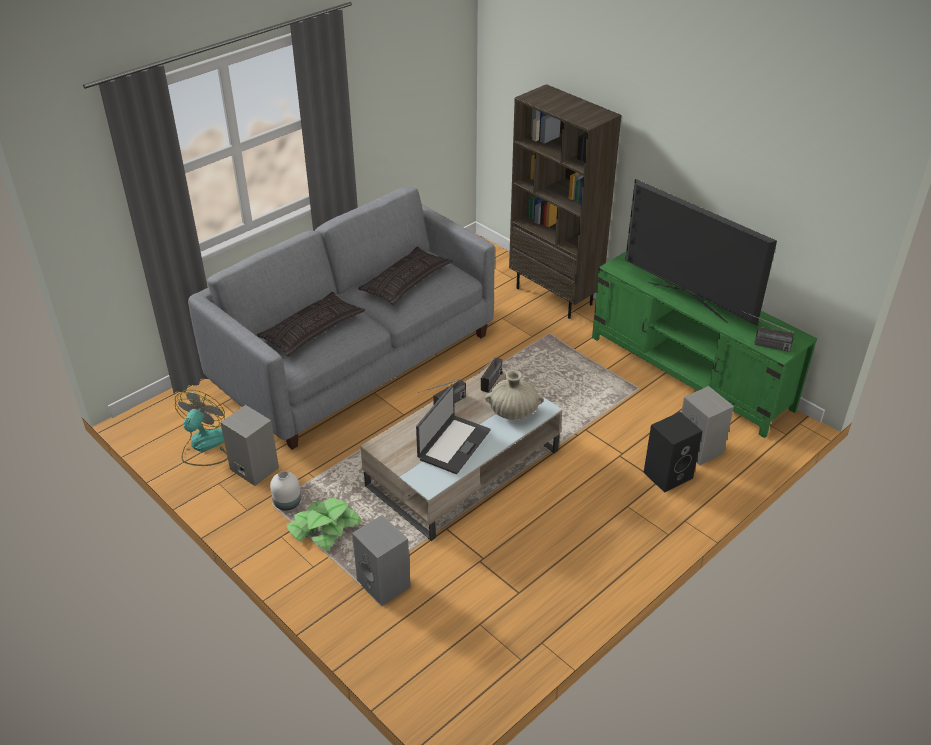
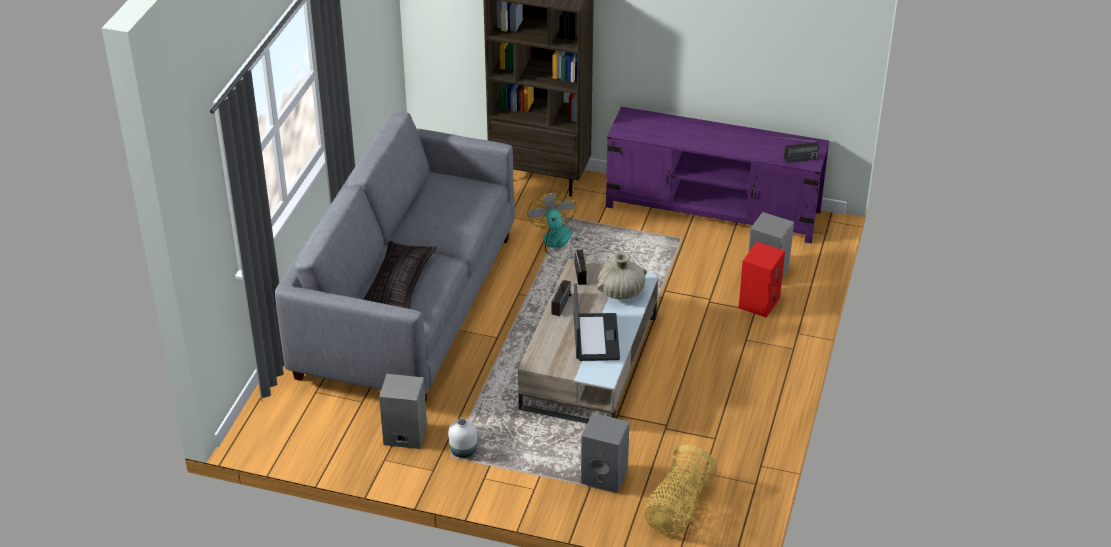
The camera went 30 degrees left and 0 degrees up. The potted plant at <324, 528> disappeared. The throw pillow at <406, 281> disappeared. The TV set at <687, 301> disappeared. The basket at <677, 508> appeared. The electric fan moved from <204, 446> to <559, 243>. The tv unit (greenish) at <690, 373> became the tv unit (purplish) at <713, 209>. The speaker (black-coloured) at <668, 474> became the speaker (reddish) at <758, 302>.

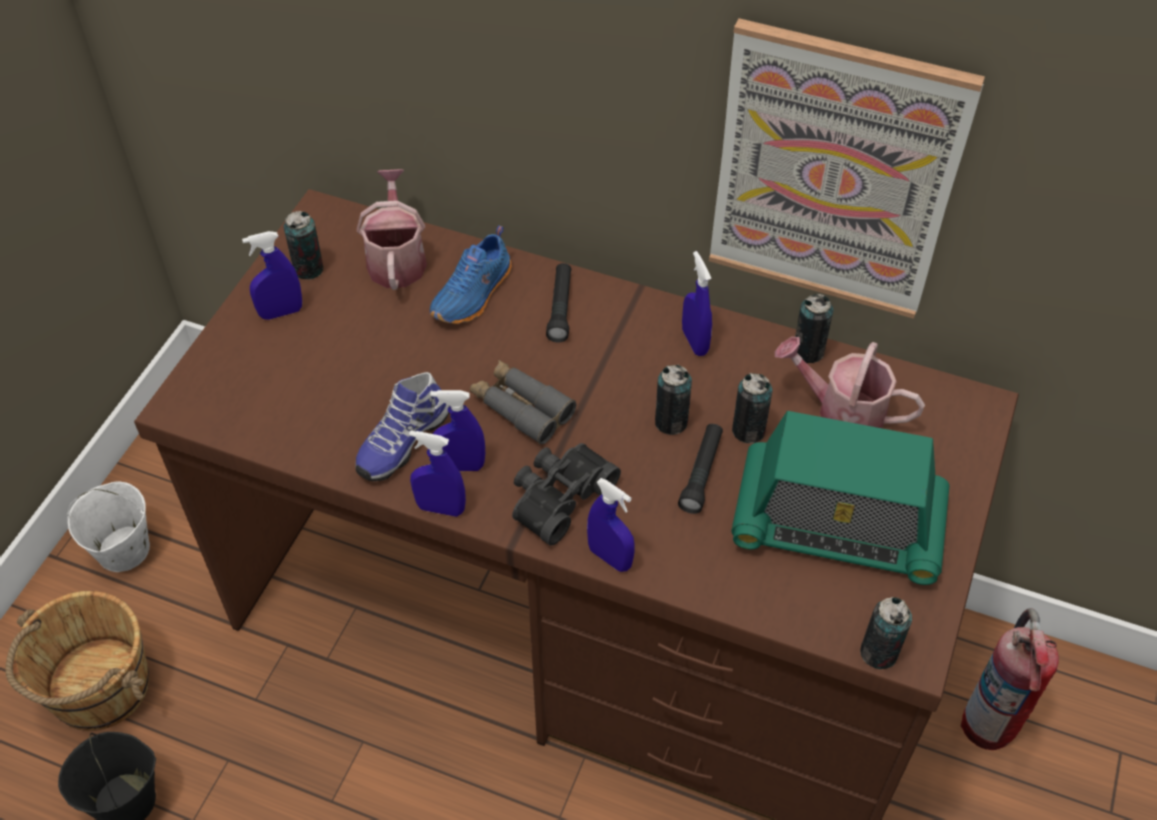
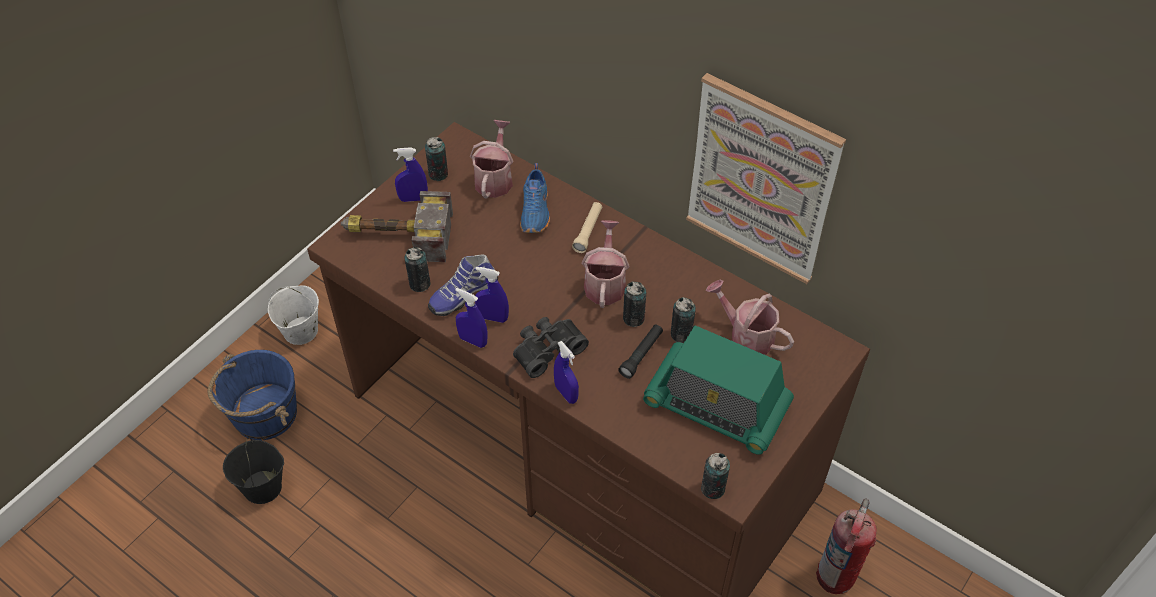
The camera went 15 degrees right and 0 degrees up. The pair of binoculars (greyish) at <521, 407> disappeared. The spray bottle (blue) at <694, 342> disappeared. The hand hammer at <396, 235> appeared. The watering can at <605, 282> appeared. The metal can moved from <808, 351> to <420, 284>. The pail (brown) at <98, 688> became the pail (blue) at <263, 414>. The flashlight (black-coloured) at <560, 308> became the flashlight (sand-coloured) at <588, 231>. The item of footwear (blue) at <474, 295> turned 45 degrees counterclockwise.

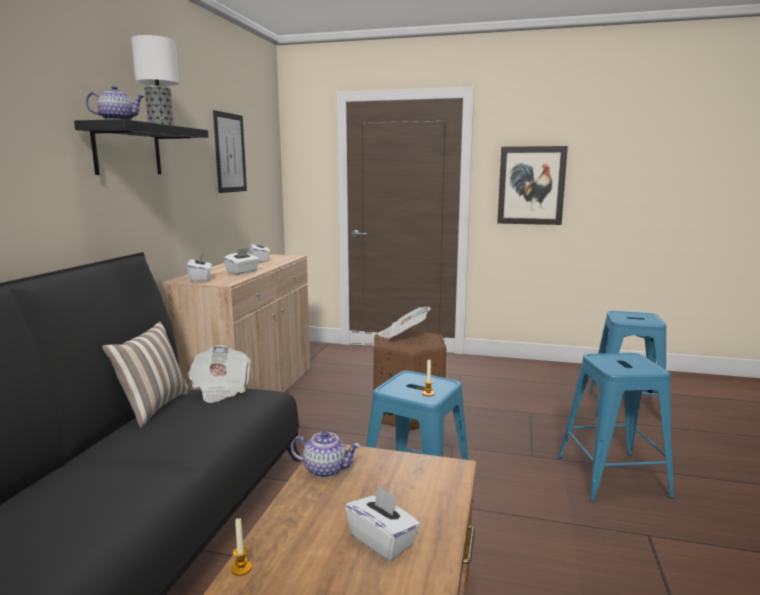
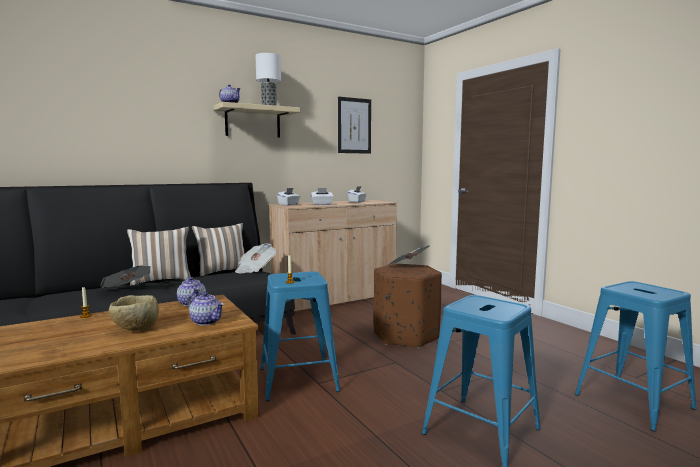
The camera went 45 degrees right and 5 degrees down. The wall art at <531, 185> disappeared. The daily paper at <126, 290> appeared. The throw pillow at <161, 280> appeared. The teapot at <206, 321> appeared. The tissue box (white) at <382, 541> was replaced by the serving bowl (sand-coloured) at <136, 329>. The bracket shelf (black-coloured) at <127, 150> became the bracket shelf (sand-coloured) at <253, 122>.

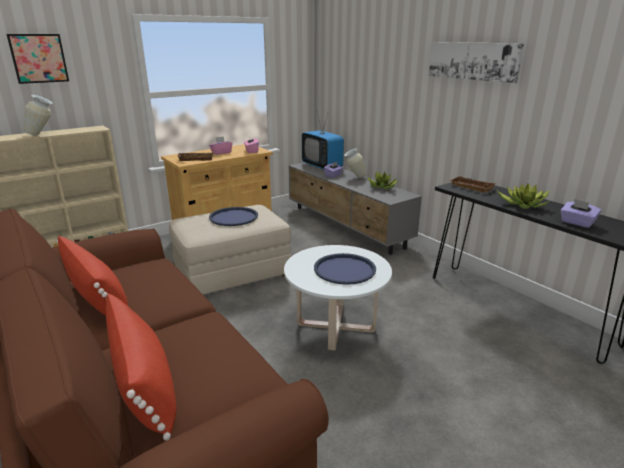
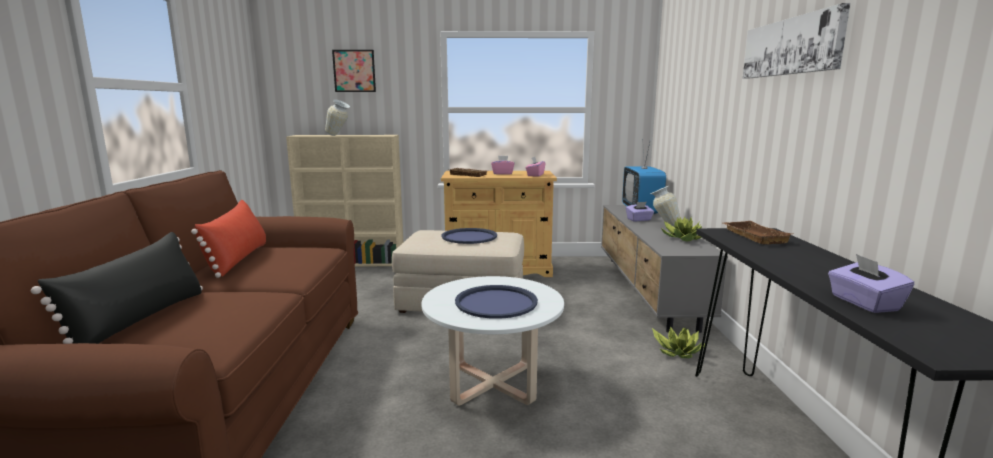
The camera went 35 degrees right and 10 degrees down. The potted plant moved from <522, 204> to <678, 351>. The throw pillow (reddish) at <144, 385> became the throw pillow (black-coloured) at <140, 319>.

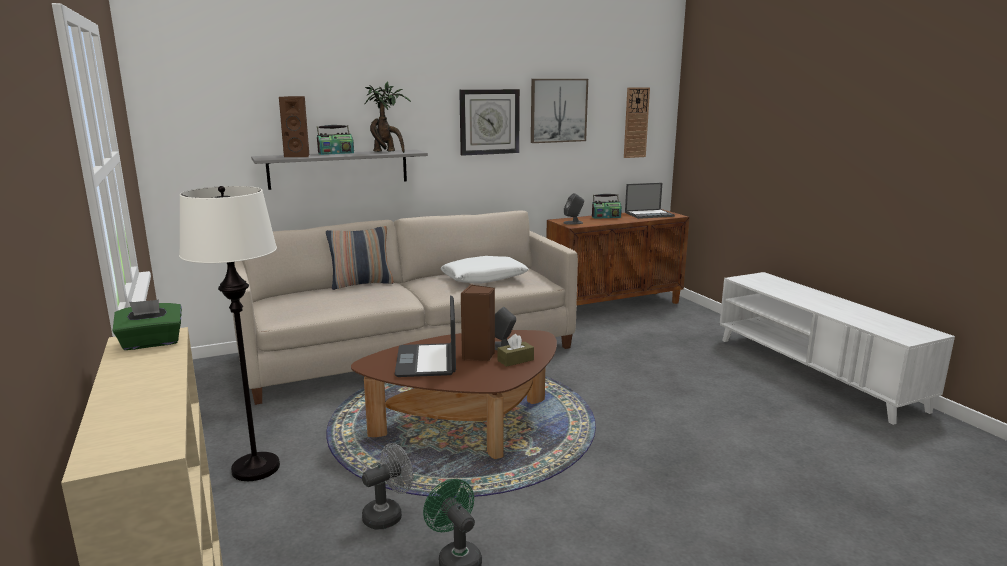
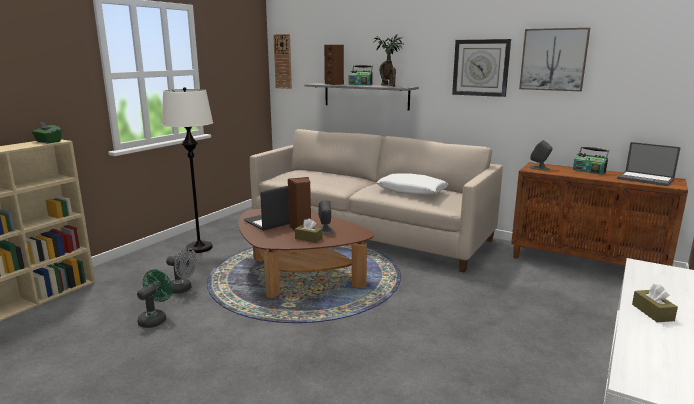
The camera went 55 degrees right and 0 degrees up. The throw pillow at <361, 284> disappeared. The tissue box (brown) at <652, 312> appeared. The clock on the wall moved from <636, 122> to <283, 61>.

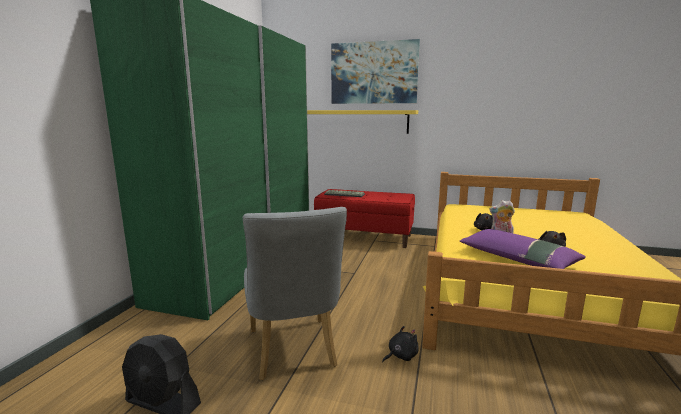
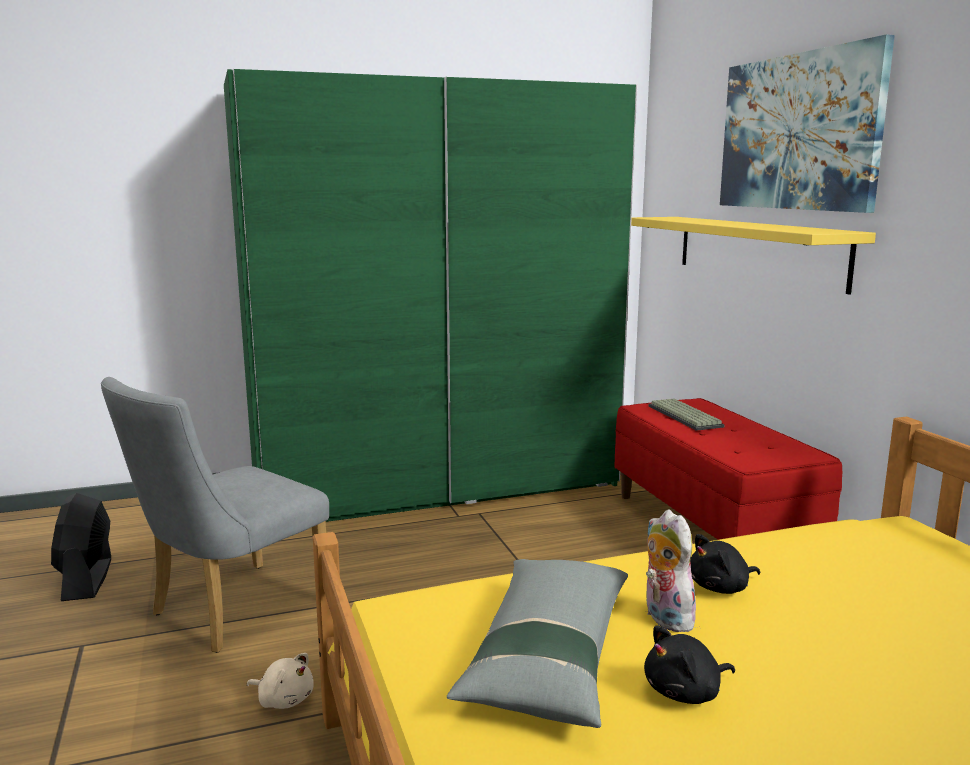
The camera went 55 degrees right and 0 degrees up. The plush toy (black-coloured) at <401, 356> became the plush toy (sand-coloured) at <284, 699>. The throw pillow (purplish) at <517, 259> became the throw pillow (greyish) at <548, 655>.

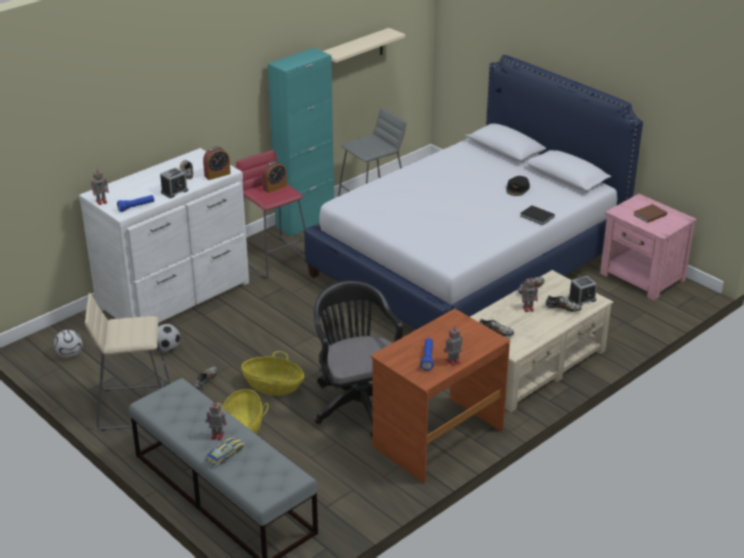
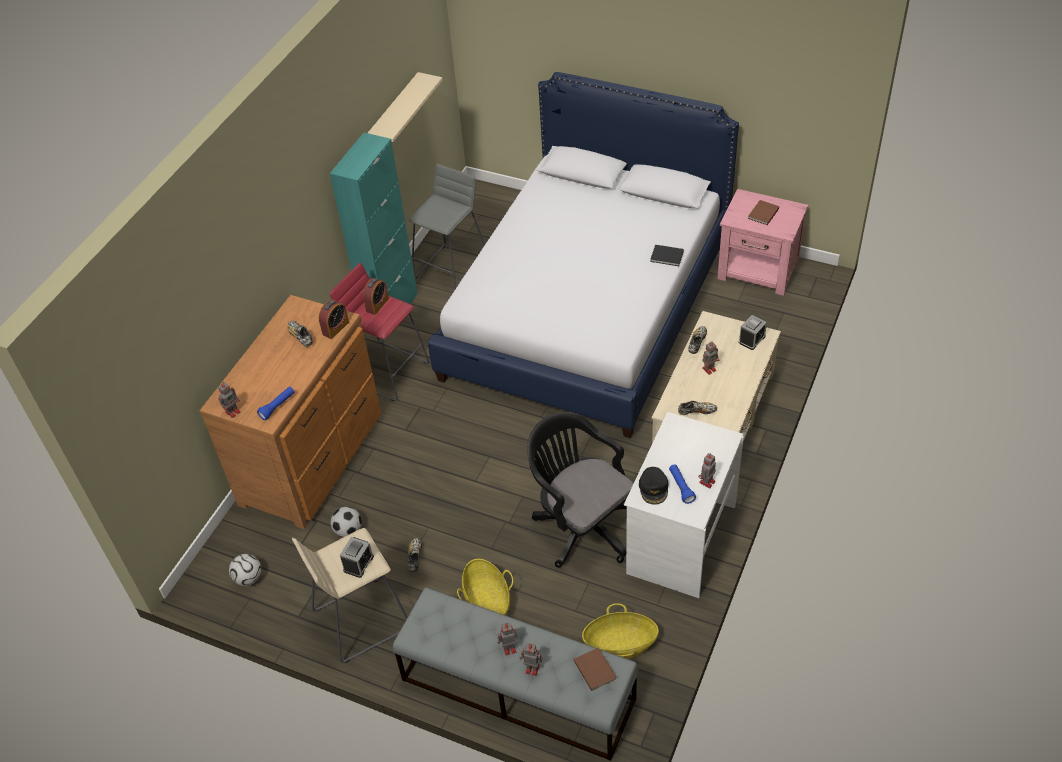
The camera went 20 degrees left and 15 degrees up. The item of footwear at <563, 309> disappeared. The bound book (brown) at <595, 669> appeared. The table clock moved from <174, 191> to <358, 563>. The basket moved from <273, 386> to <620, 644>. The peaked cap (black-coloured) moved from <517, 189> to <654, 488>. The toy car at <225, 454> was replaced by the model robot at <531, 668>. The drawer chest (white) at <176, 296> became the drawer chest (brown) at <314, 458>. The desk table (brown) at <437, 437> became the desk table (white) at <680, 538>.

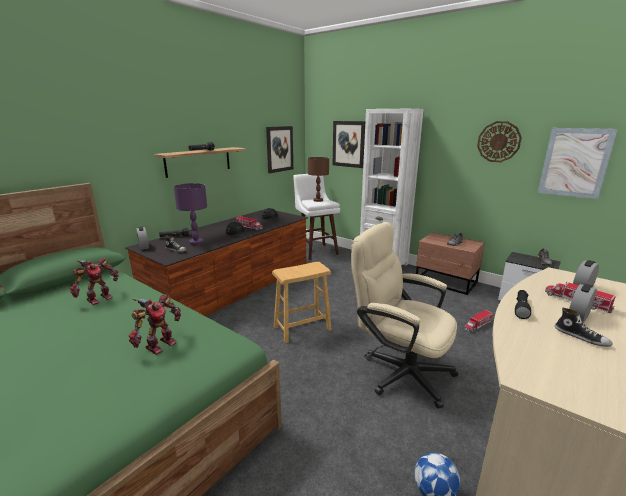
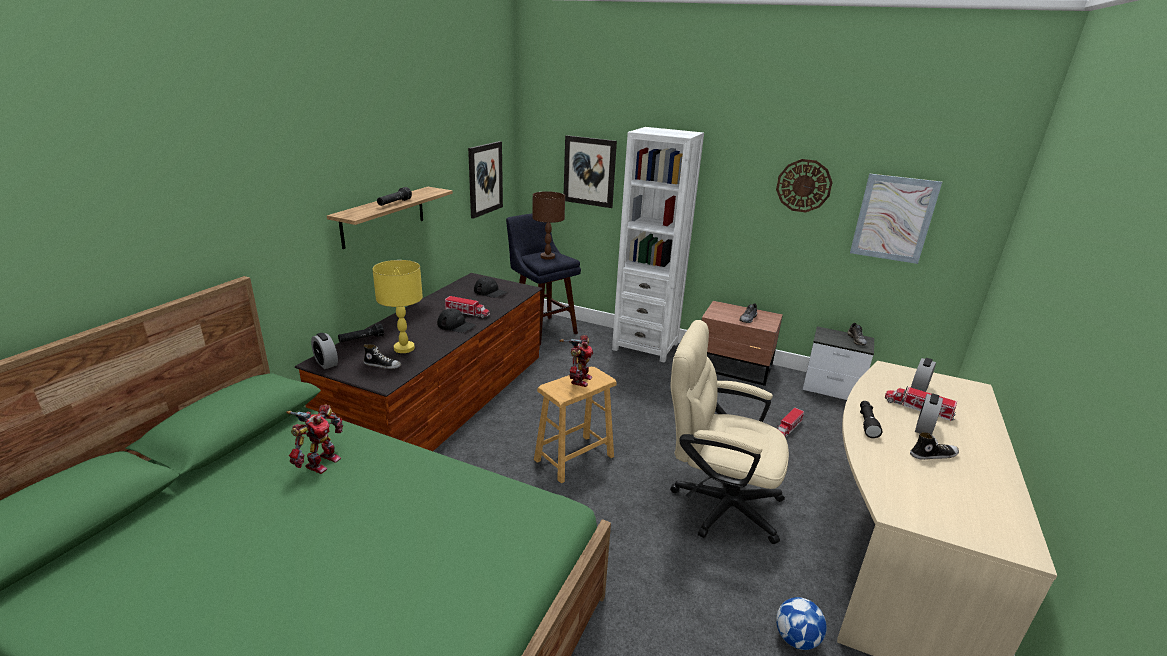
The camera went 15 degrees left and 5 degrees up. The model robot moved from <159, 345> to <579, 380>. The table lamp (purplish) at <196, 242> became the table lamp (yellow-coloured) at <404, 348>. The sitting stool (white) at <315, 250> became the sitting stool (blue) at <541, 329>. The item of footwear at <581, 337> turned 45 degrees counterclockwise.

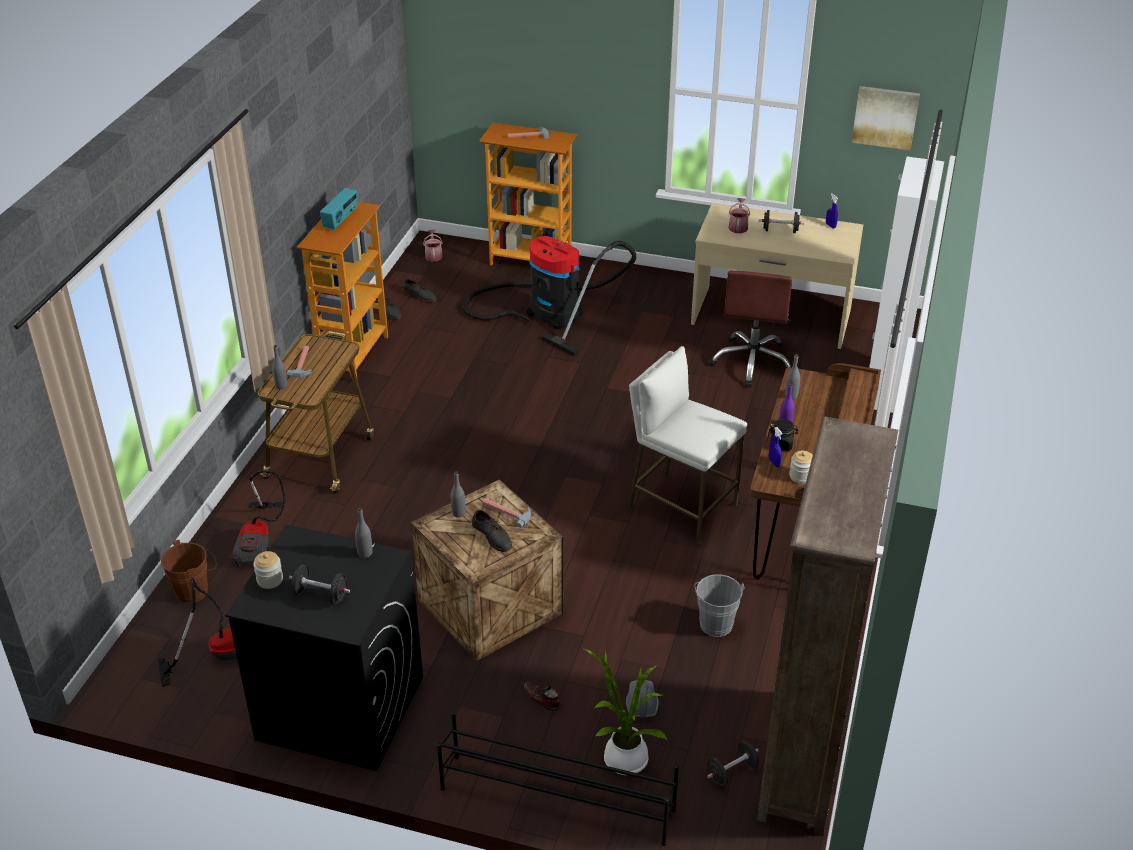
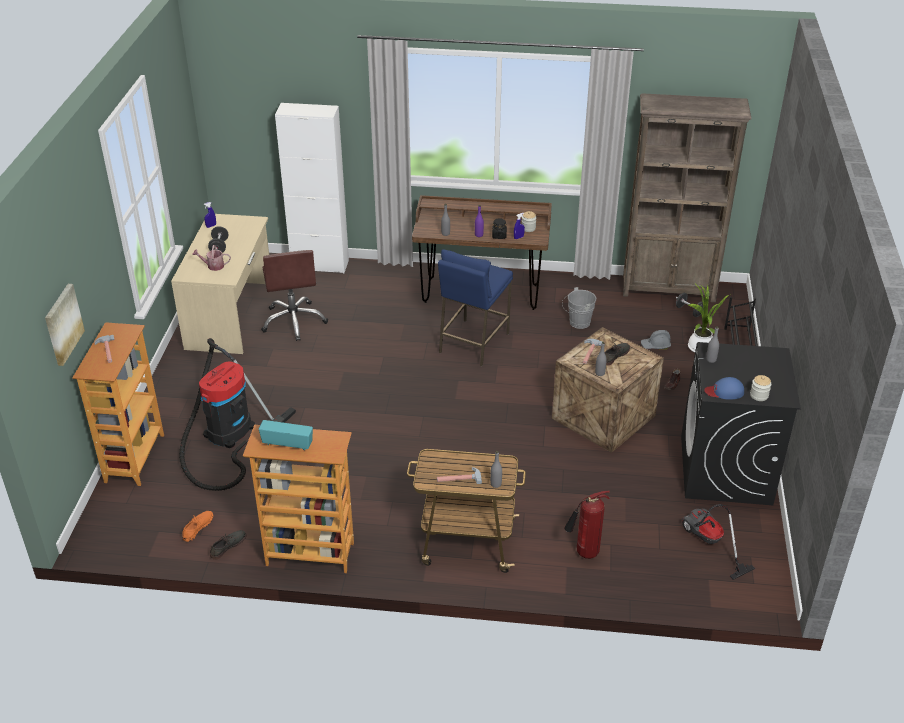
The camera went 100 degrees left and 0 degrees up. The pail (brown) at <195, 590> disappeared. The dumbbell (black-coloured) at <320, 595> disappeared. The watering can at <433, 255> disappeared. The peaked cap (blue) at <724, 391> appeared. The wall art moved from <885, 117> to <62, 324>. The vacuum at <261, 541> was replaced by the extinguisher at <584, 554>. The item of footwear (greyish) at <420, 295> became the item of footwear (orange-coloured) at <197, 527>. The sitting stool (white) at <681, 507> became the sitting stool (blue) at <473, 343>. The office chair (brown) at <752, 362> turned 75 degrees clockwise.

